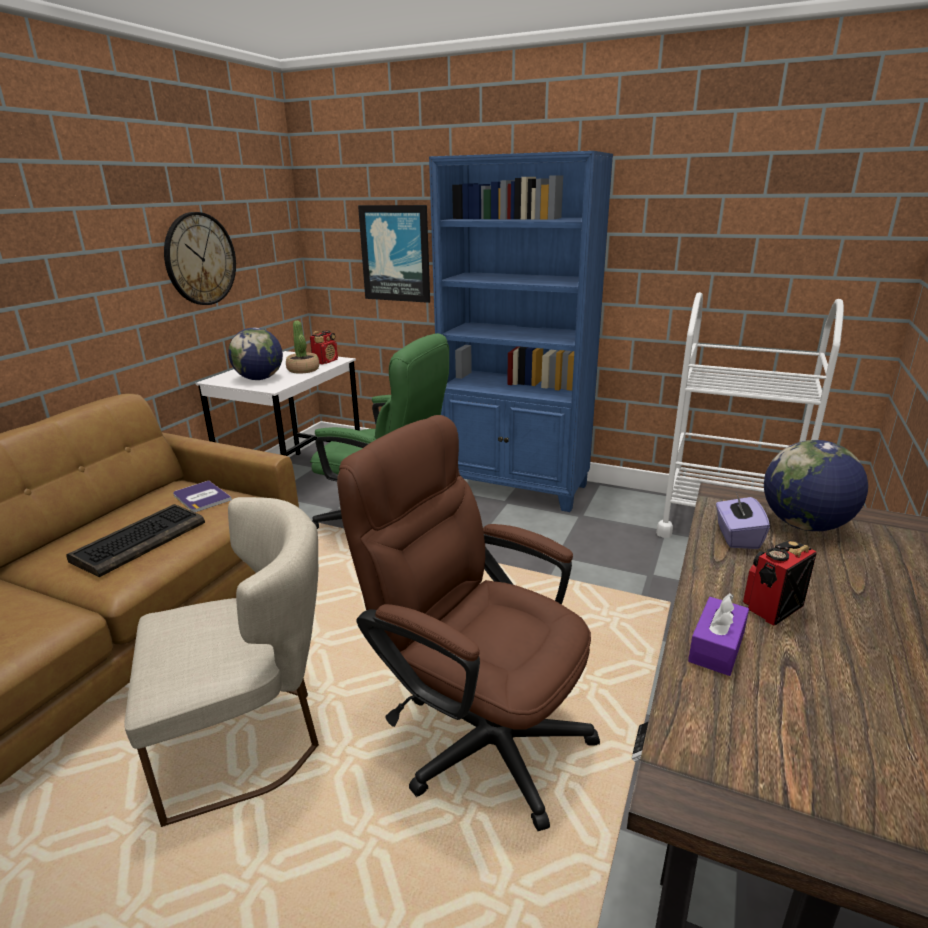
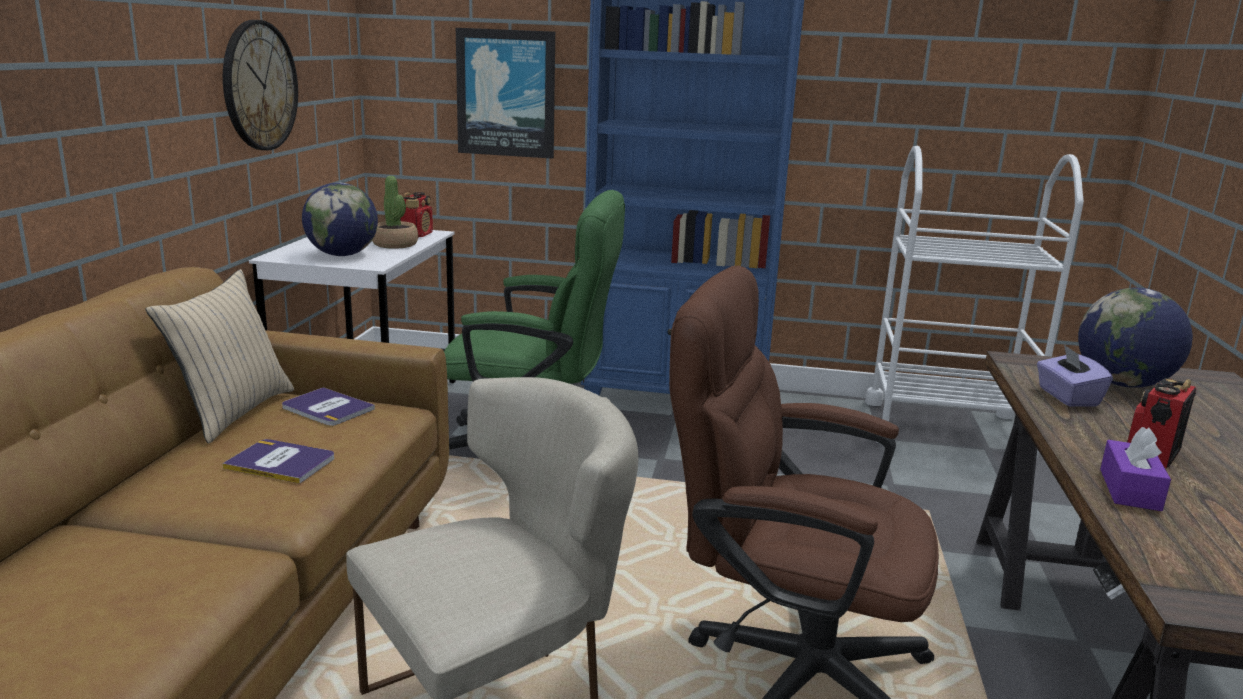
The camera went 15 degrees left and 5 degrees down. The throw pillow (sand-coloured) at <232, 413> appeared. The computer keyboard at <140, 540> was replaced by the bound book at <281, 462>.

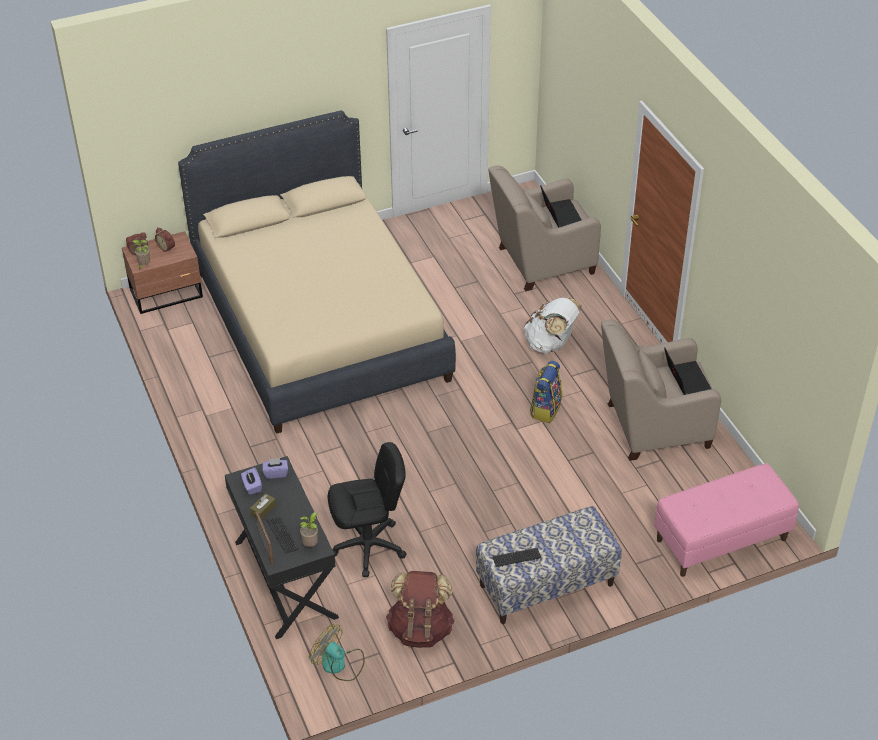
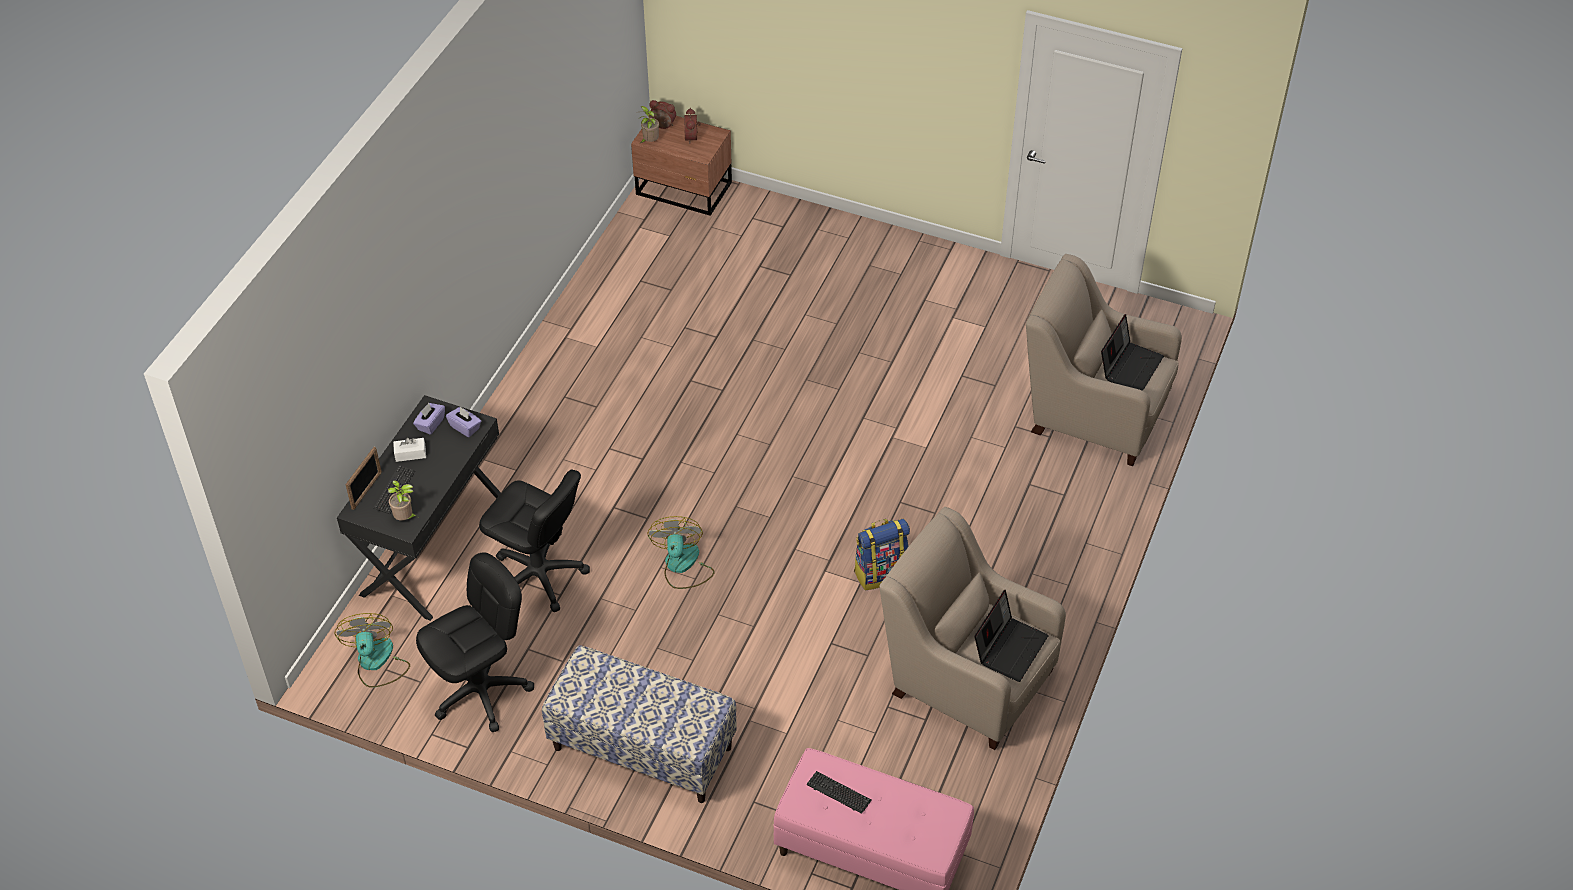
The camera went 45 degrees right and 5 degrees up. The bedroom bed (sand-coloured) at <320, 324> disappeared. The knapsack (white) at <550, 344> disappeared. The electric fan at <682, 566> appeared. The computer keyboard moved from <516, 558> to <838, 793>. The knapsack (brown) at <421, 629> was replaced by the office chair (black-coloured) at <481, 691>. The tissue box (brown) at <263, 510> became the tissue box (white) at <410, 454>.

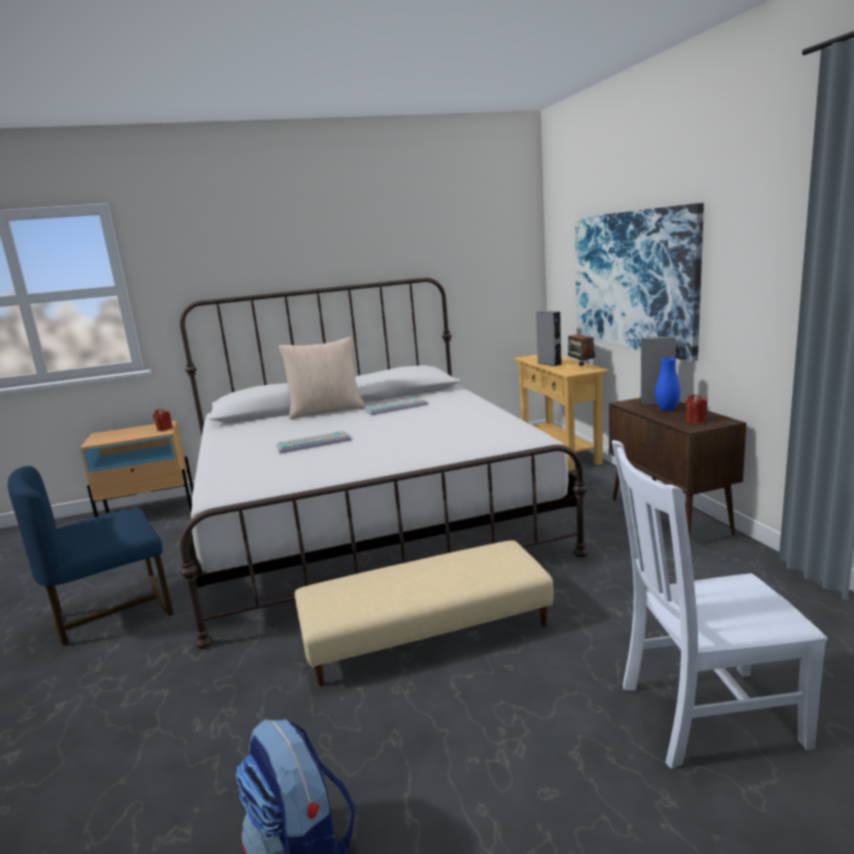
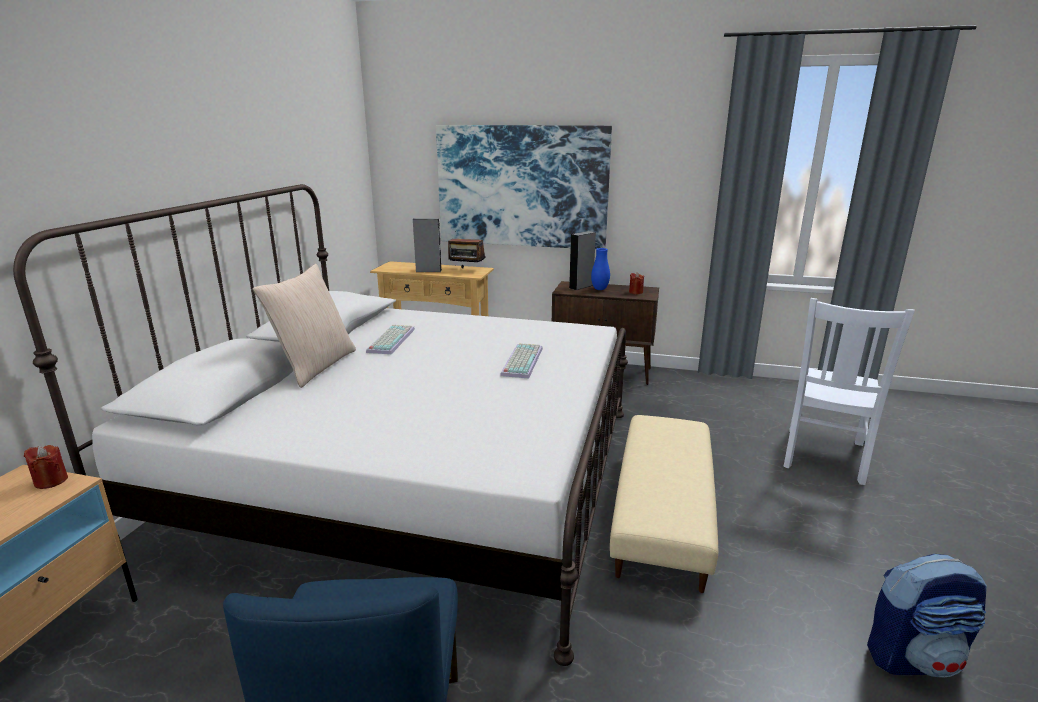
The camera went 60 degrees left and 5 degrees up. The computer keyboard moved from <314, 443> to <521, 361>.

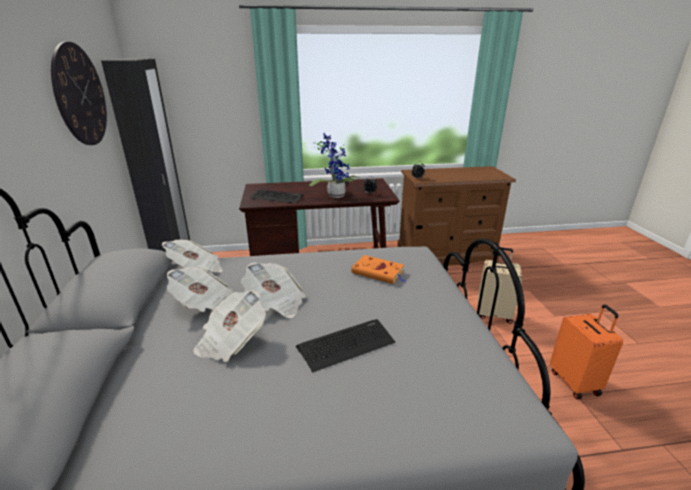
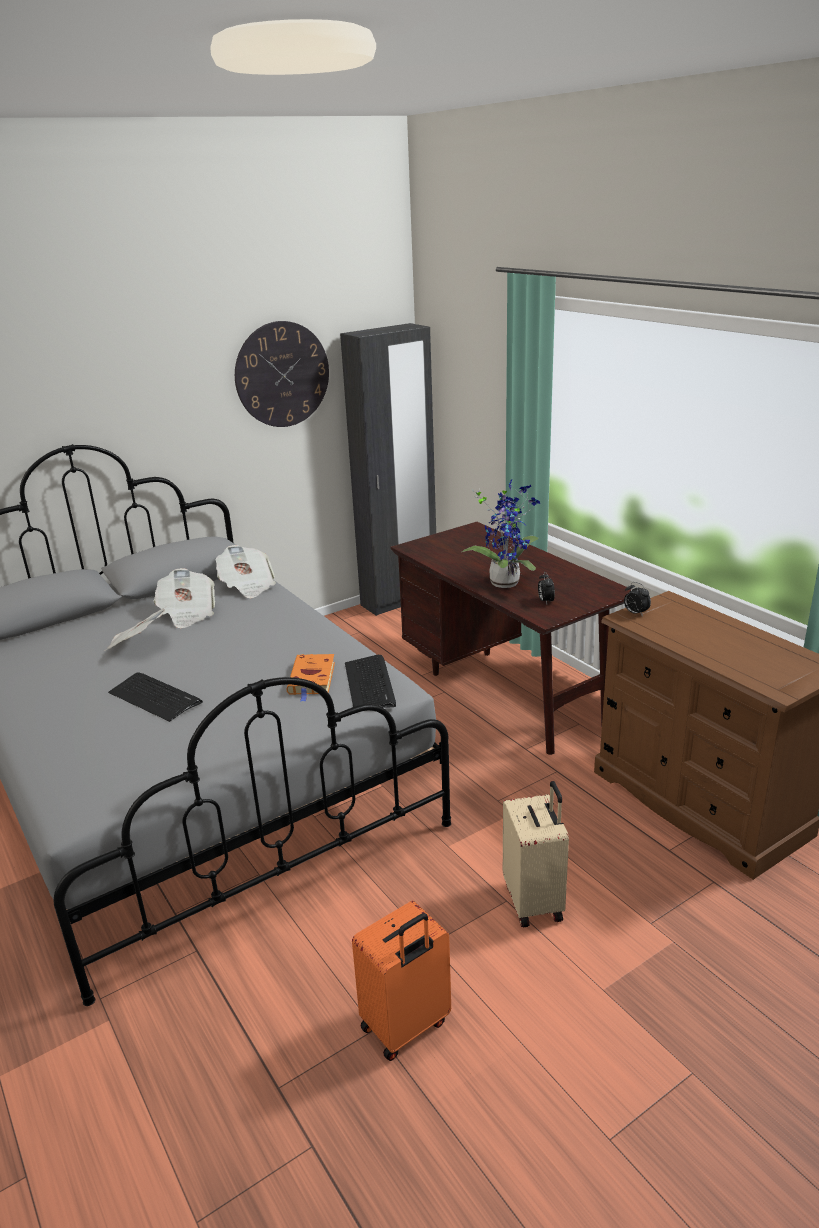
The camera went 65 degrees right and 0 degrees up. The daily paper at <275, 303> disappeared. The computer keyboard moved from <276, 197> to <370, 684>.

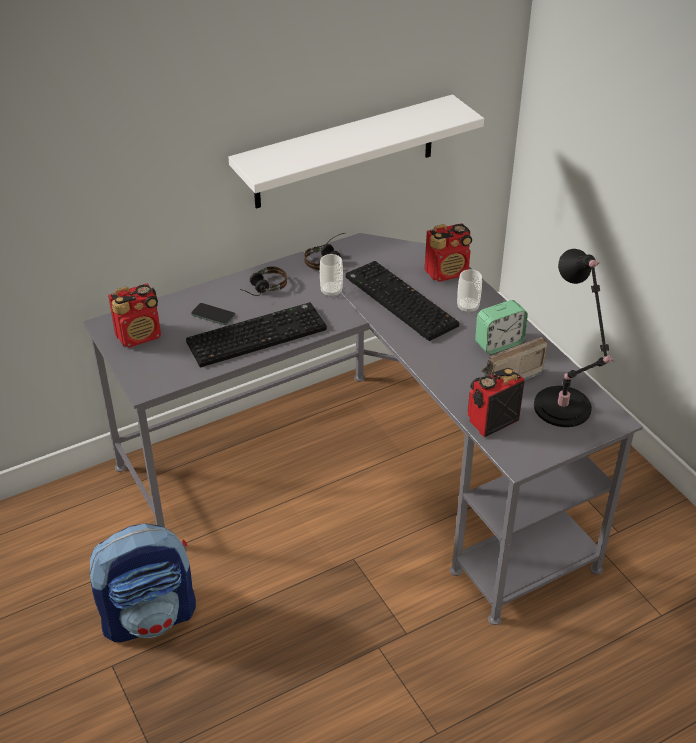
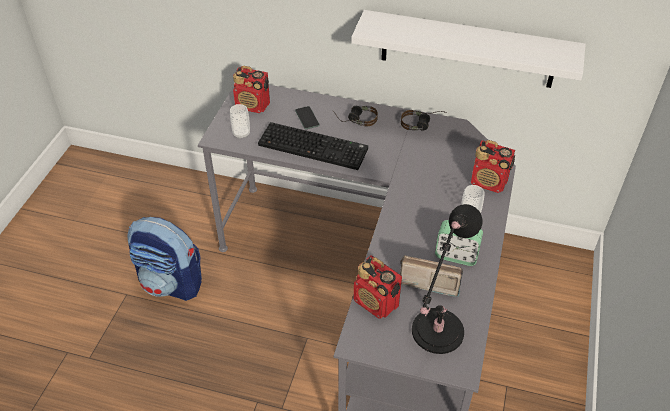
The camera went 45 degrees right and 5 degrees up. The computer keyboard at <398, 302> disappeared. The drinking cup moved from <331, 291> to <241, 134>. The radio set at <491, 421> turned 150 degrees counterclockwise.

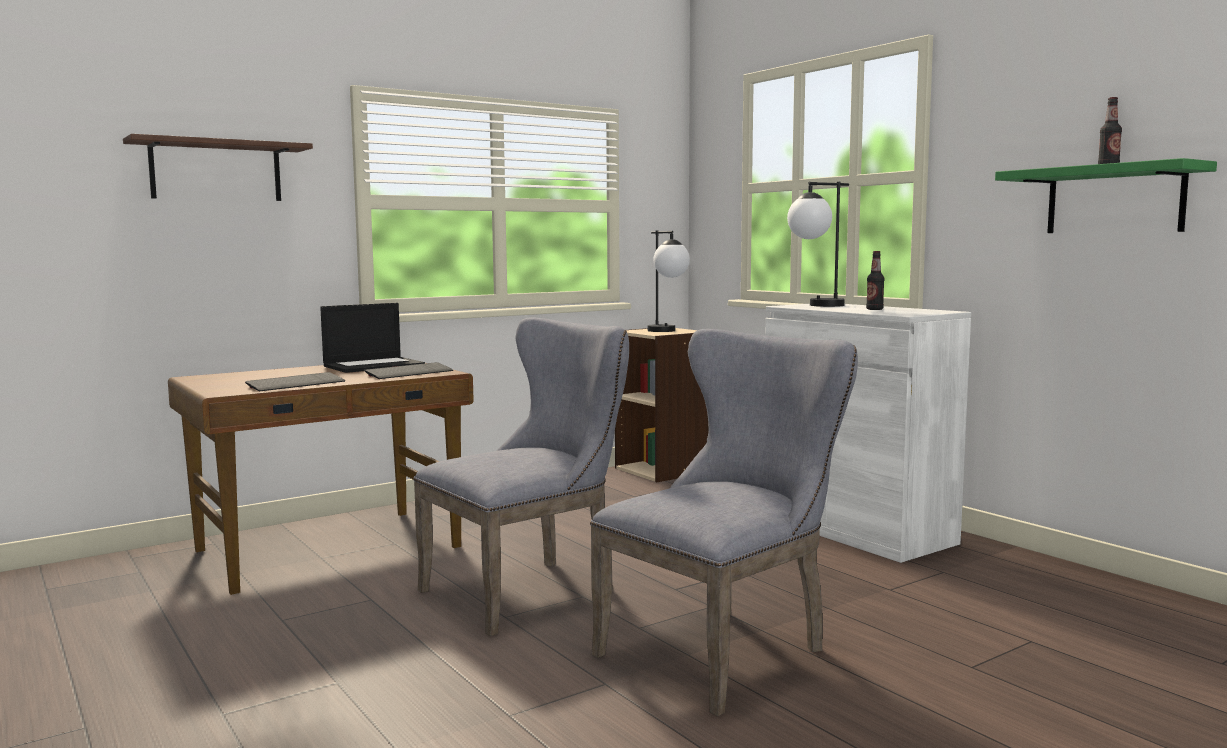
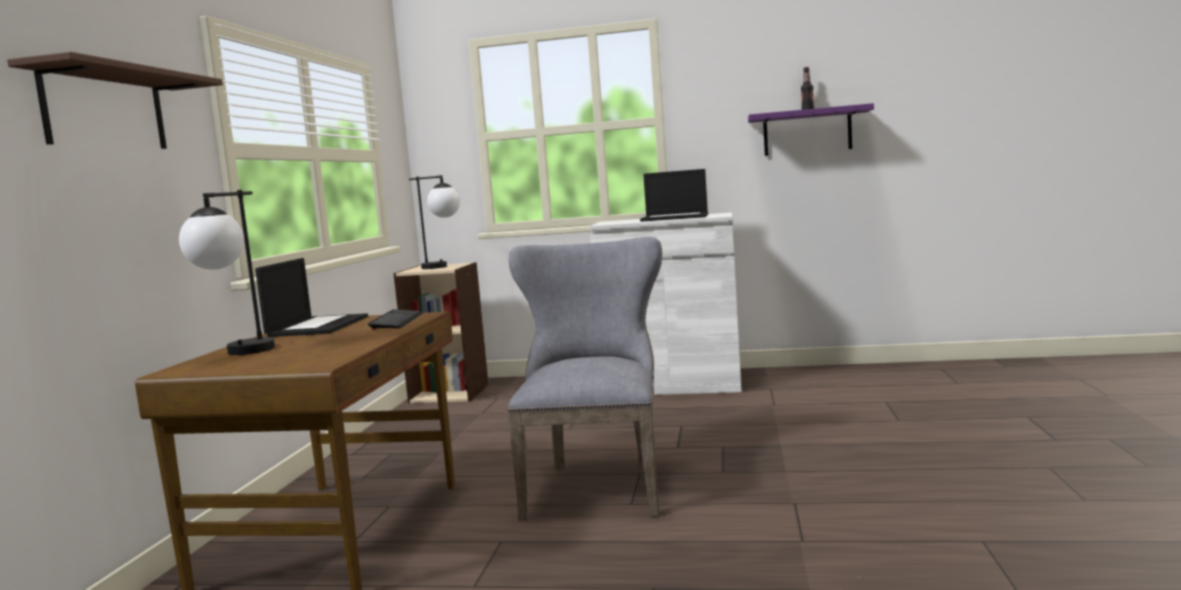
The camera went 45 degrees left and 0 degrees up. The computer keyboard at <296, 384> disappeared. The plain chair (greyish) at <724, 650> disappeared. The table lamp moved from <815, 306> to <238, 354>. The bottle at <874, 309> was replaced by the notebook computer at <675, 217>. The bracket shelf (greenish) at <1114, 200> became the bracket shelf (purplish) at <807, 132>.

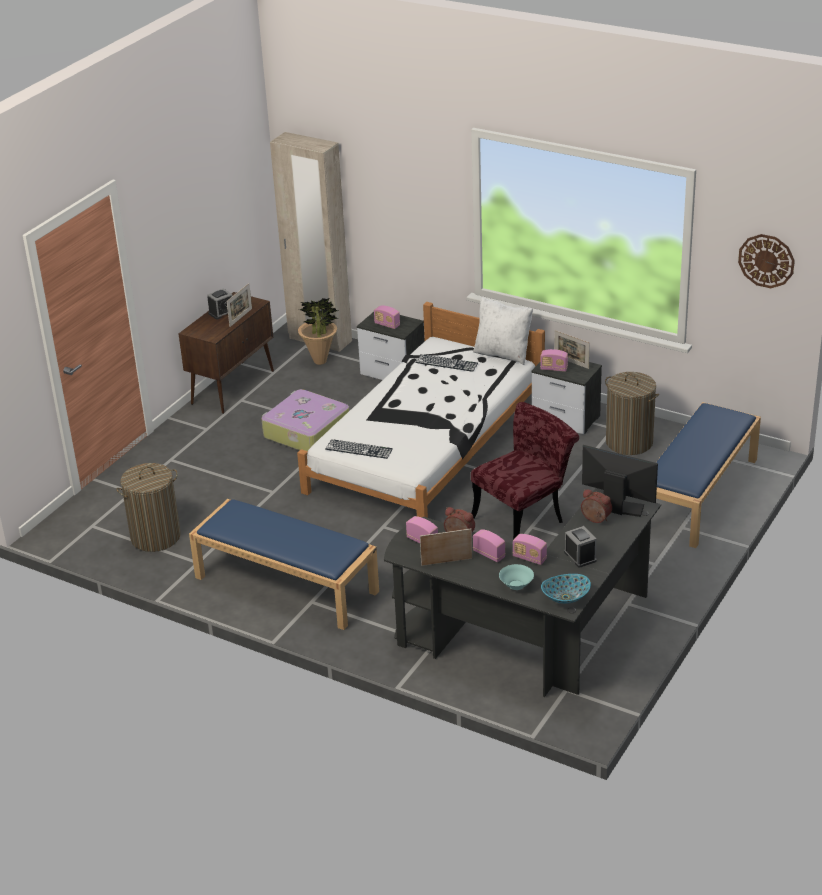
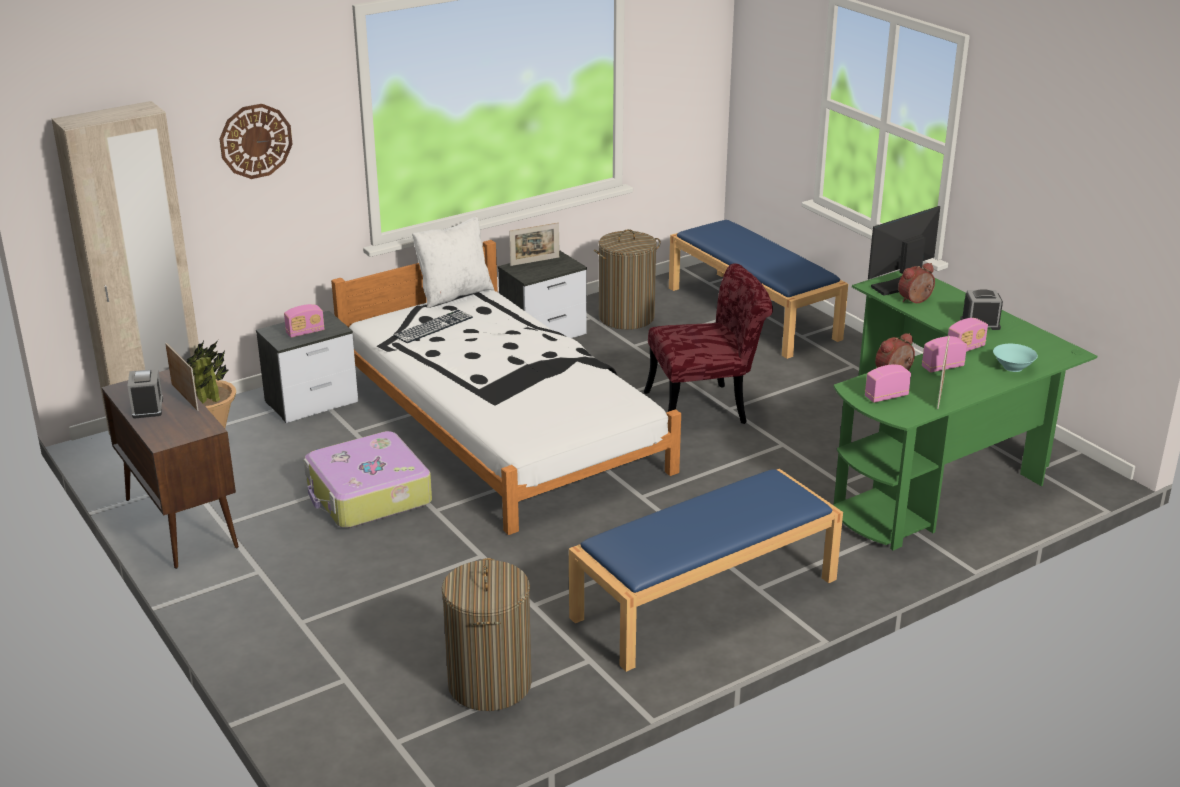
The camera went 65 degrees left and 5 degrees down. The computer keyboard at <359, 449> disappeared. The radio set at <554, 369> disappeared. The serving bowl at <566, 598> disappeared. The clock on the wall moved from <766, 260> to <255, 141>. The desk table (black-coloured) at <530, 640> became the desk table (greenish) at <937, 466>. The plain chair (reddish) at <524, 517> turned 90 degrees clockwise.

